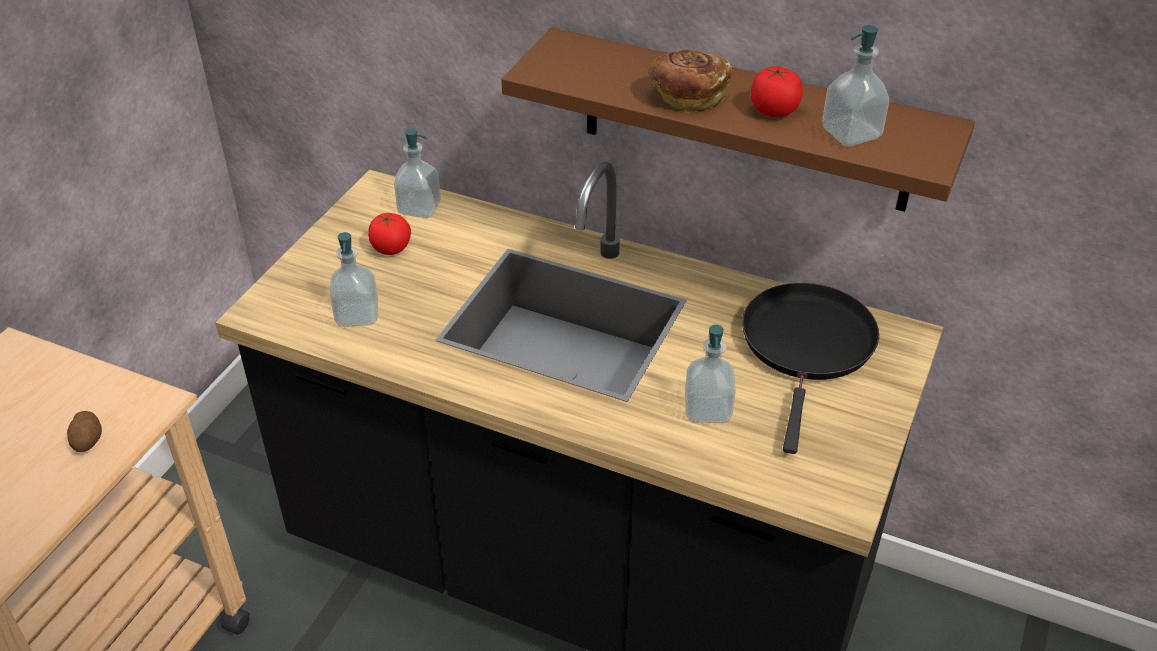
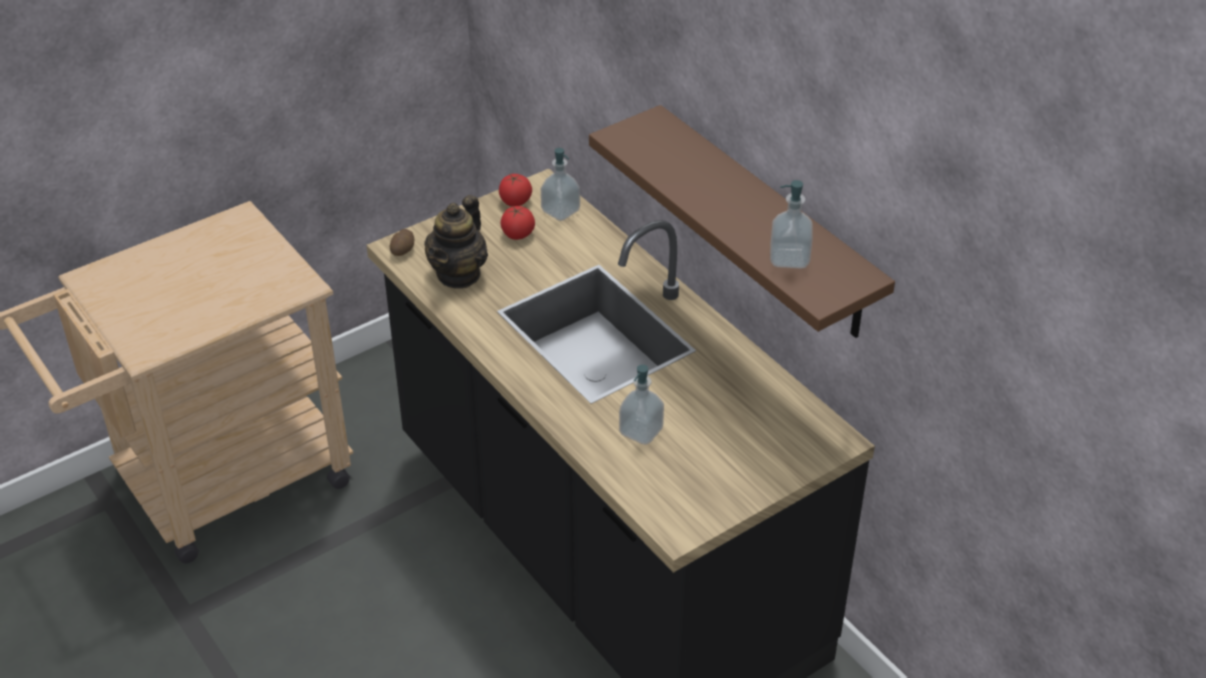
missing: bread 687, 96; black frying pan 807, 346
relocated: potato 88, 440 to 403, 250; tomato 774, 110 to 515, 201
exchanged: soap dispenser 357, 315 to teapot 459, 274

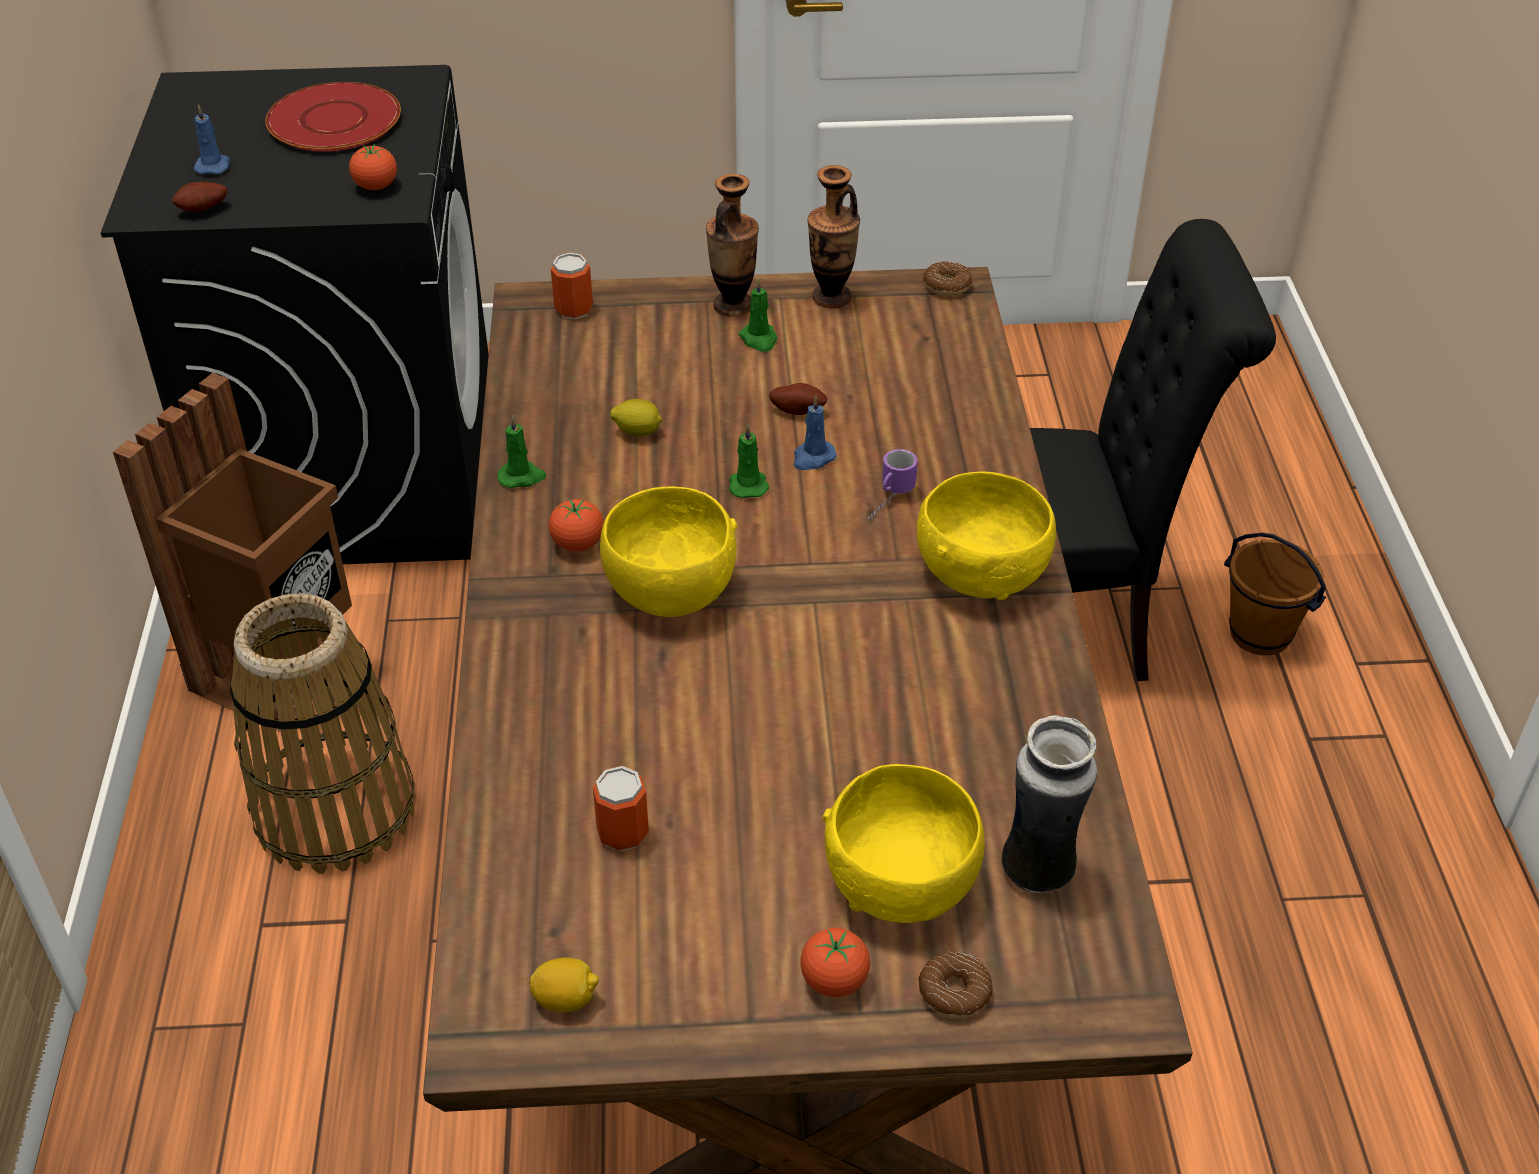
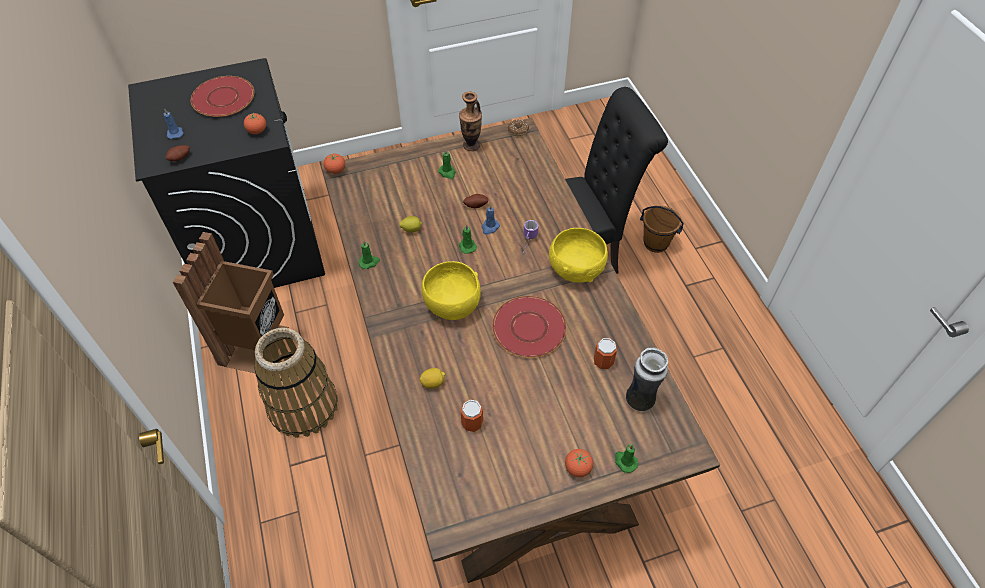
missing: vase 733, 306; yellow bowl 901, 880
appeared: red plate 529, 328
relocated: tomato 578, 544 to 336, 170; lemon 566, 999 to 433, 383; can 574, 309 to 603, 361
exchanged: donut 954, 992 to green candle 625, 461

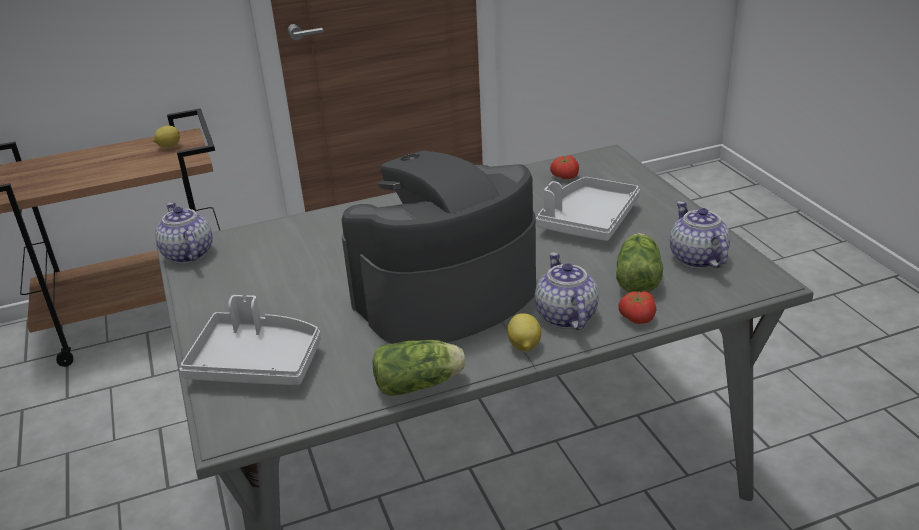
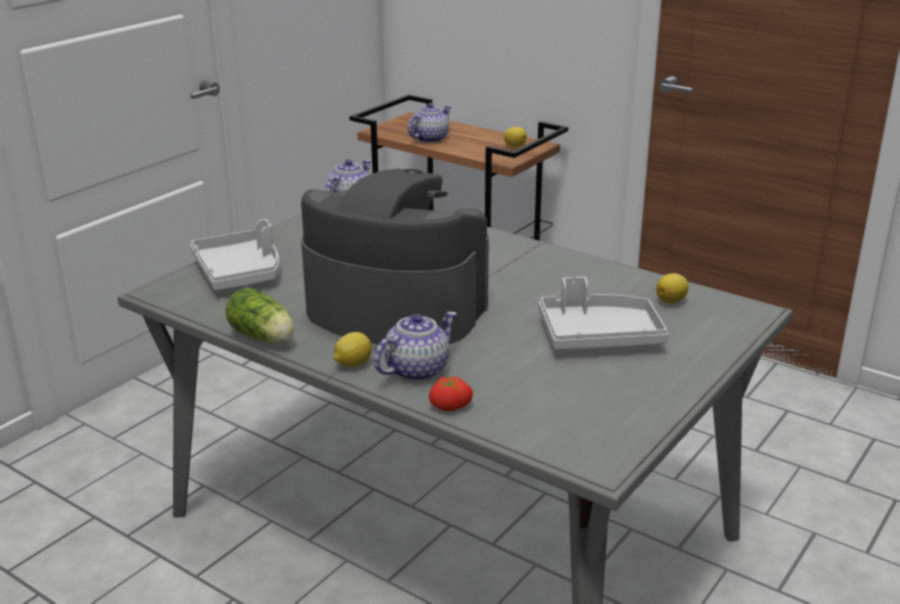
missing: lettuce 638, 277
relocated: teapot 696, 258 to 430, 138
exchanged: tomato 564, 176 to lemon 671, 301

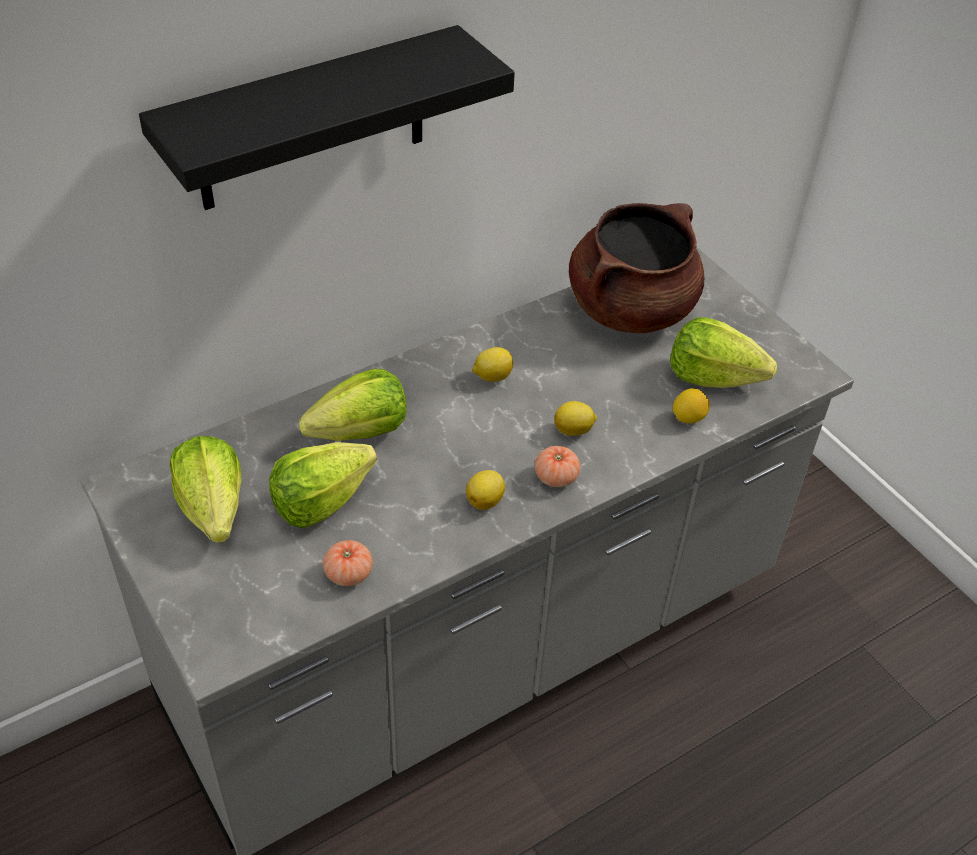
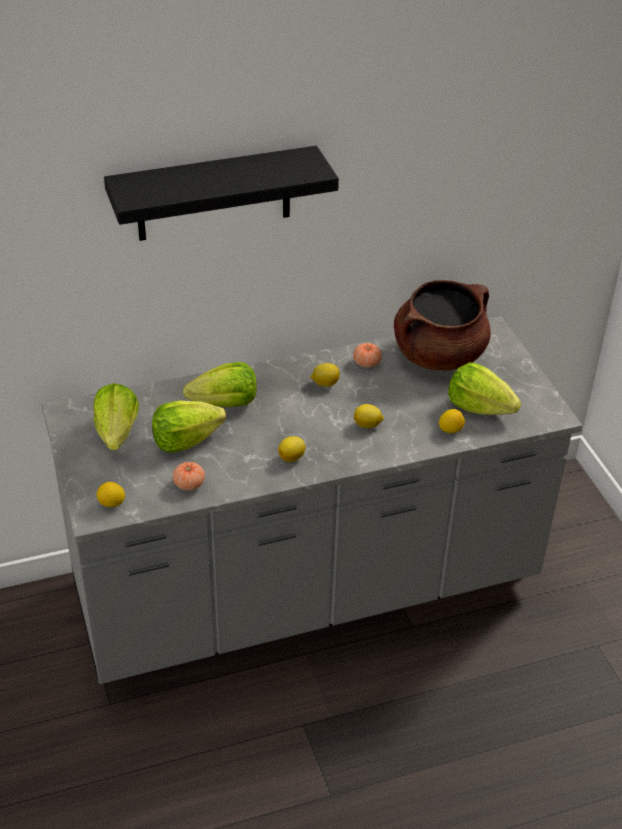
appeared: lemon 112, 504
relocated: tomato 556, 477 to 366, 363

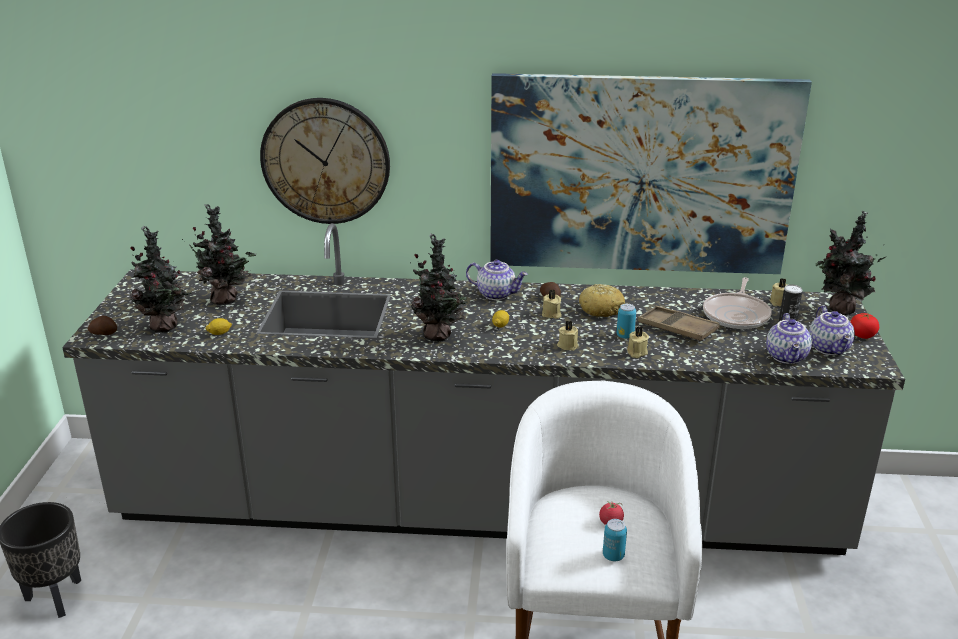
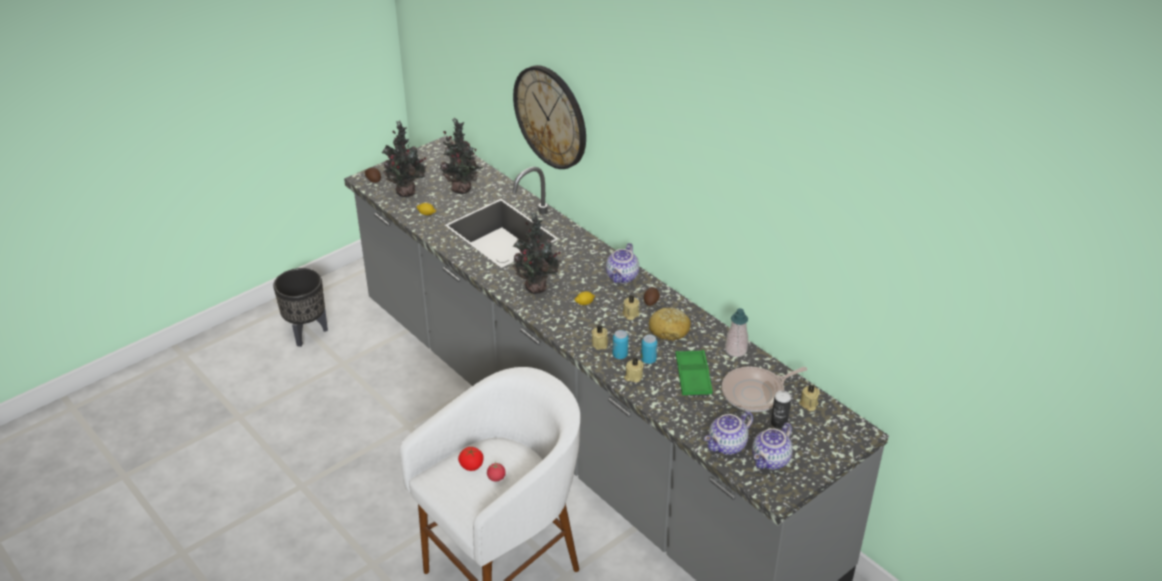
missing: picture 641, 175; potted plant 840, 310
appeared: soap dispenser 736, 350
relocated: tomato 862, 335 to 471, 465; can 613, 556 to 620, 355
colour: brown tray 677, 328 to green tray 693, 376
spun: teapot 497, 294 = 622, 277 45 degrees clockwise

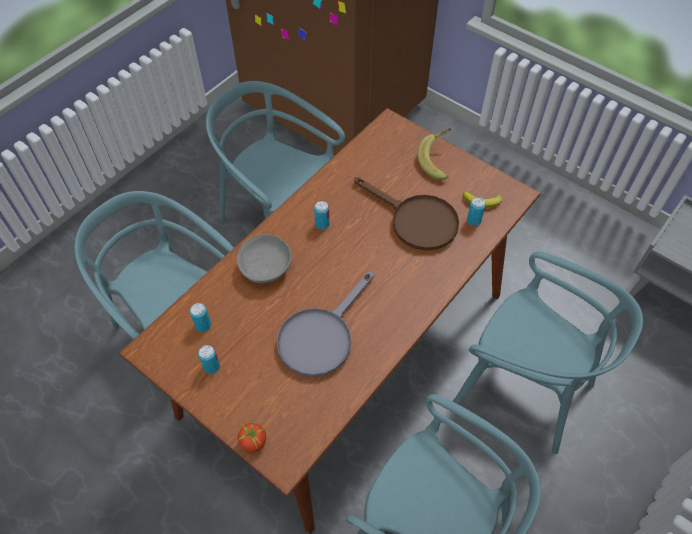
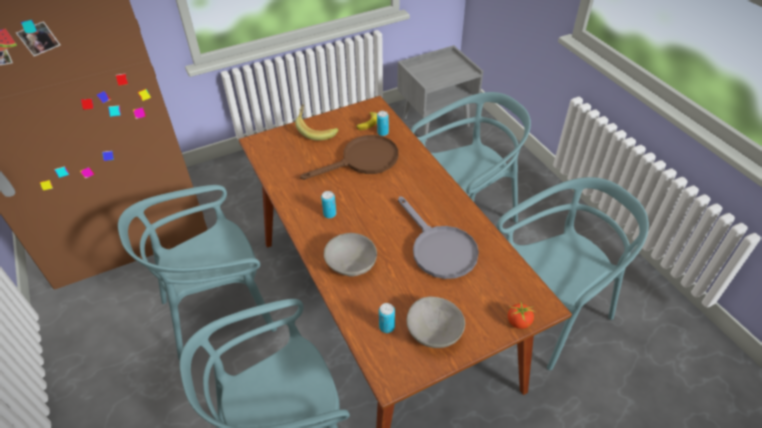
exchanged: can 211, 366 to grey bowl 433, 332

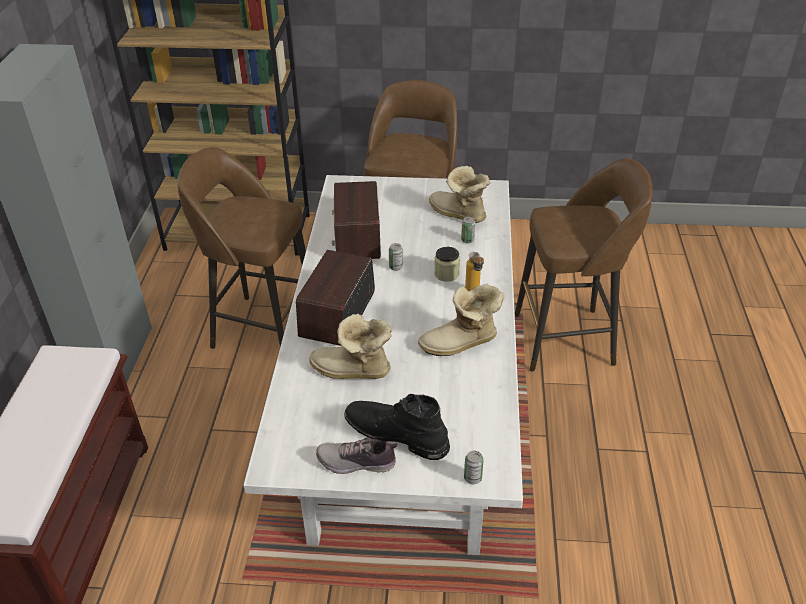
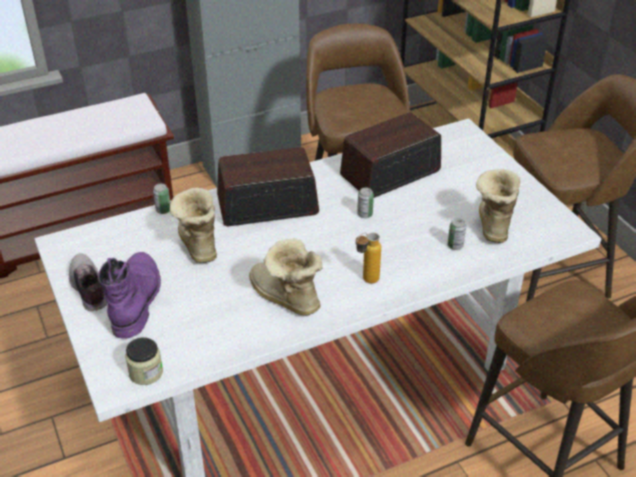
relocated: jar 446, 274 to 146, 372; can 472, 478 to 163, 210
colour: black boot 396, 433 to purple boot 136, 299

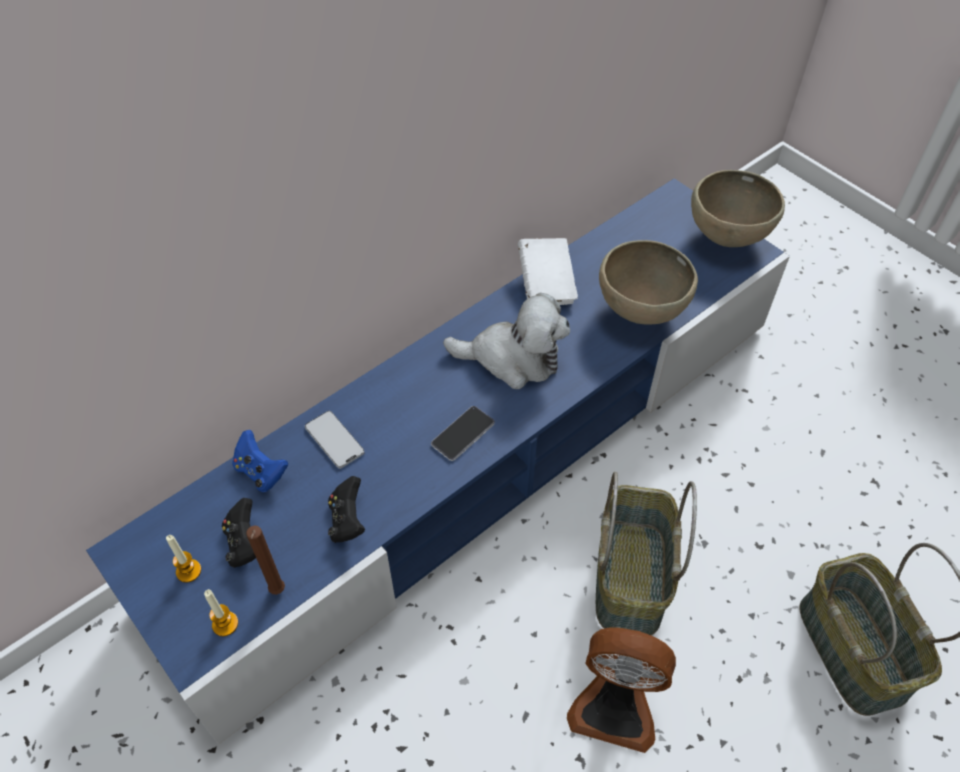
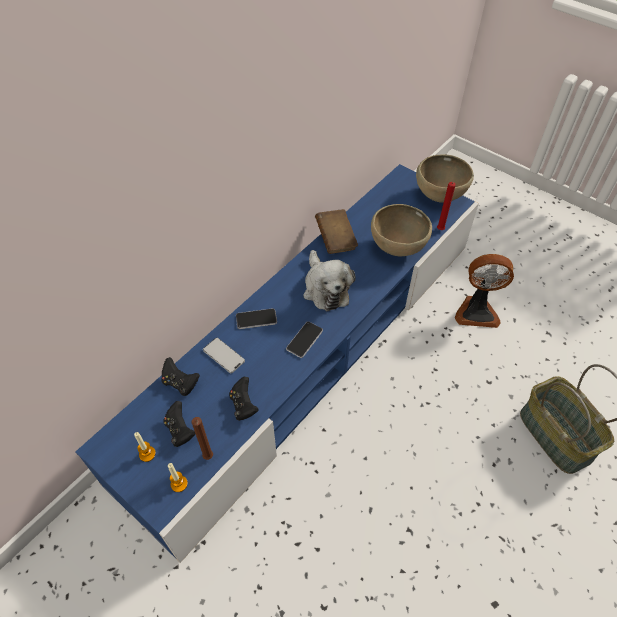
missing: basket 628, 576
appeared: phone 256, 319; red candle 440, 230
relocated: fan 615, 706 to 476, 311
colour: blue game controller 261, 472 to black game controller 180, 383; white book 546, 285 to brown book 335, 239
spun: plush toy 513, 358 = 325, 288 75 degrees clockwise

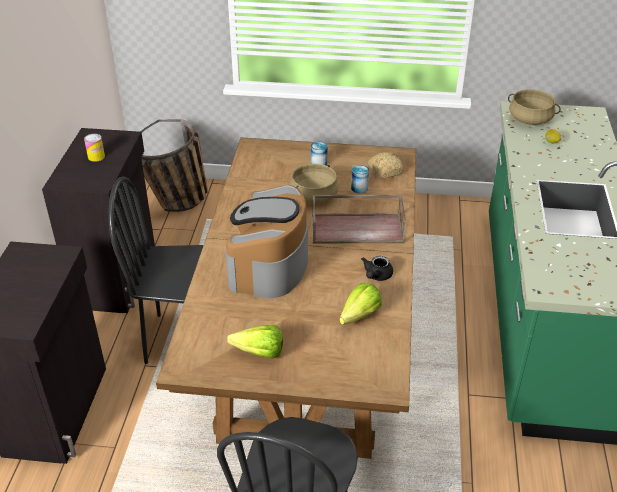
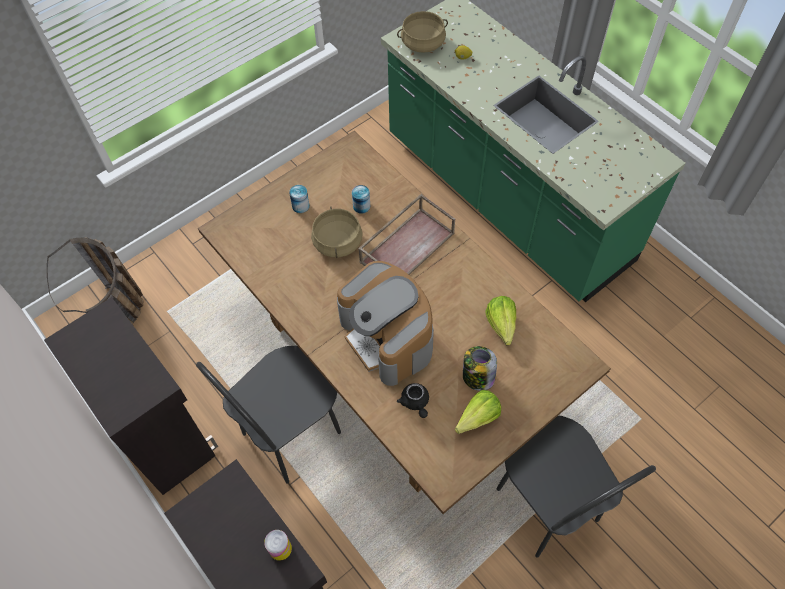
missing: bread 385, 170
appeared: jar 477, 377
relocated: can 96, 157 to 280, 548; black teapot 376, 276 to 415, 403

